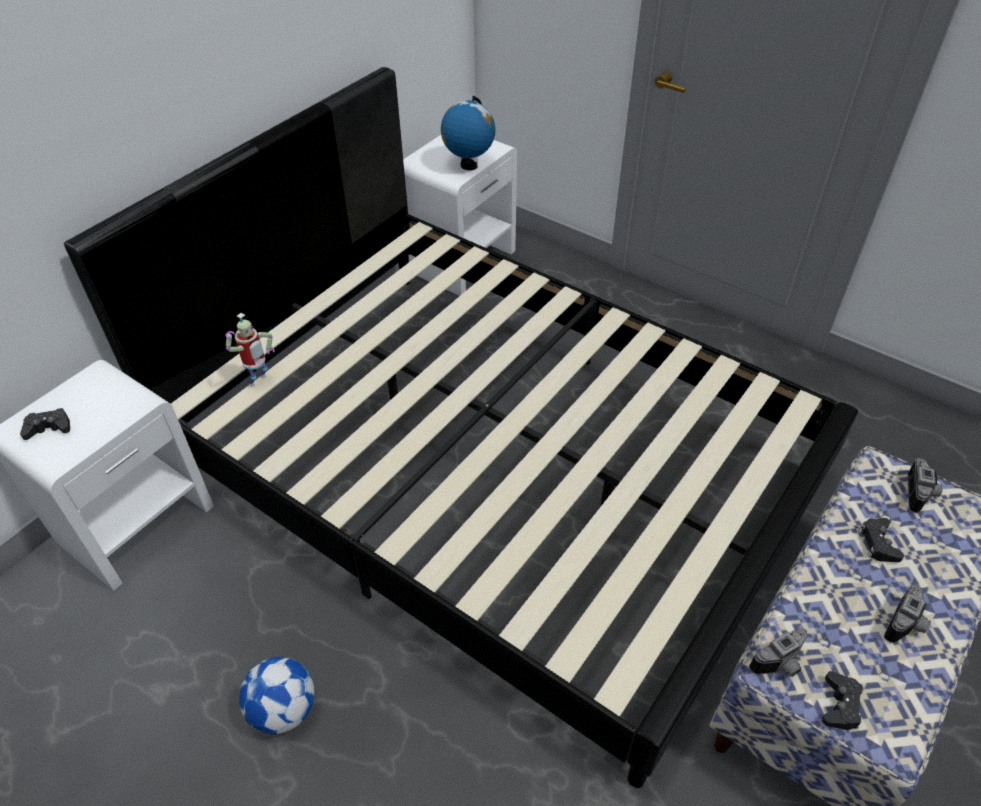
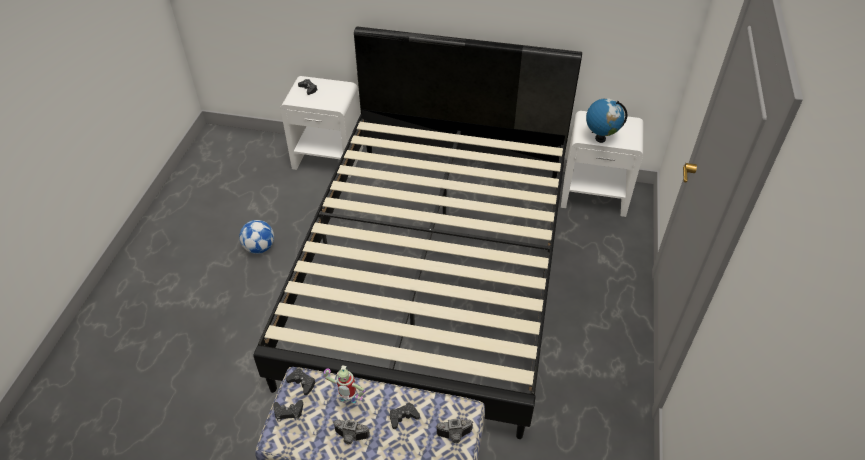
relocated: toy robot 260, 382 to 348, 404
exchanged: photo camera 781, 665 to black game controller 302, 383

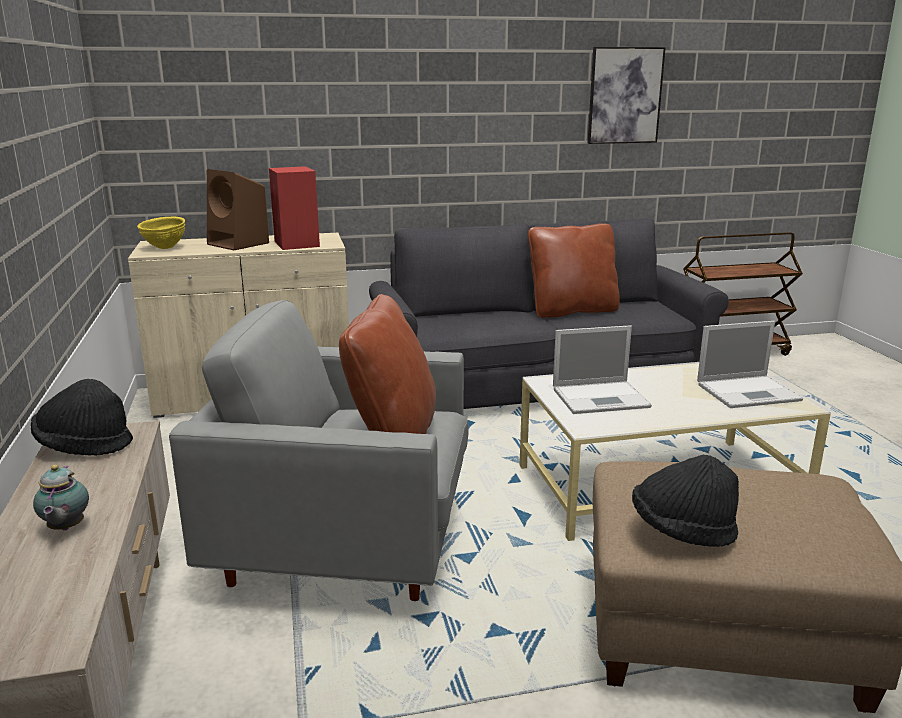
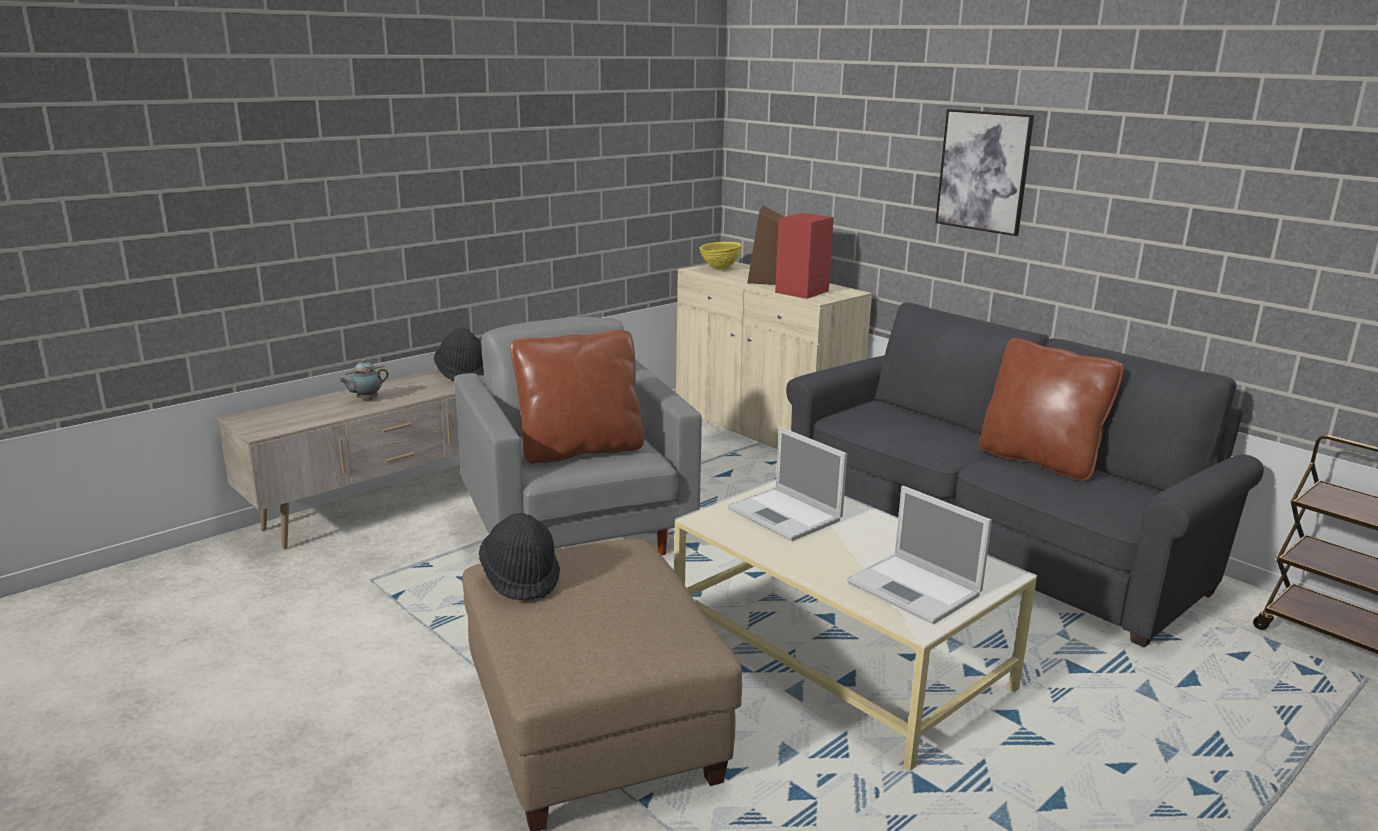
relocated: picture 625, 95 to 983, 171

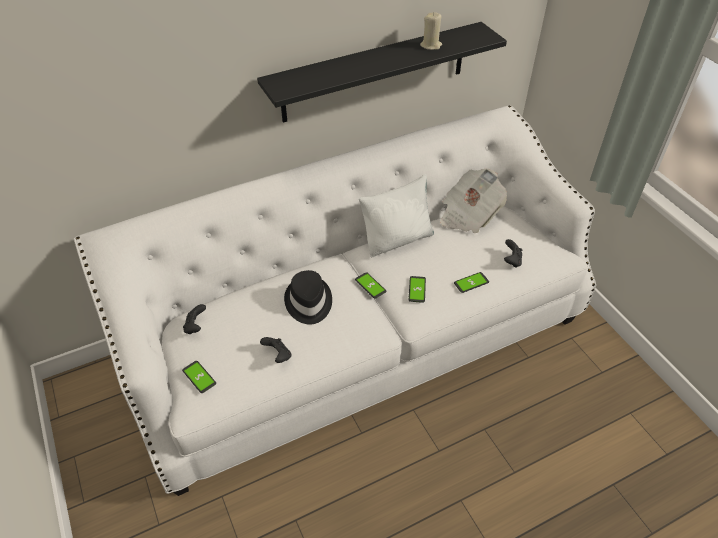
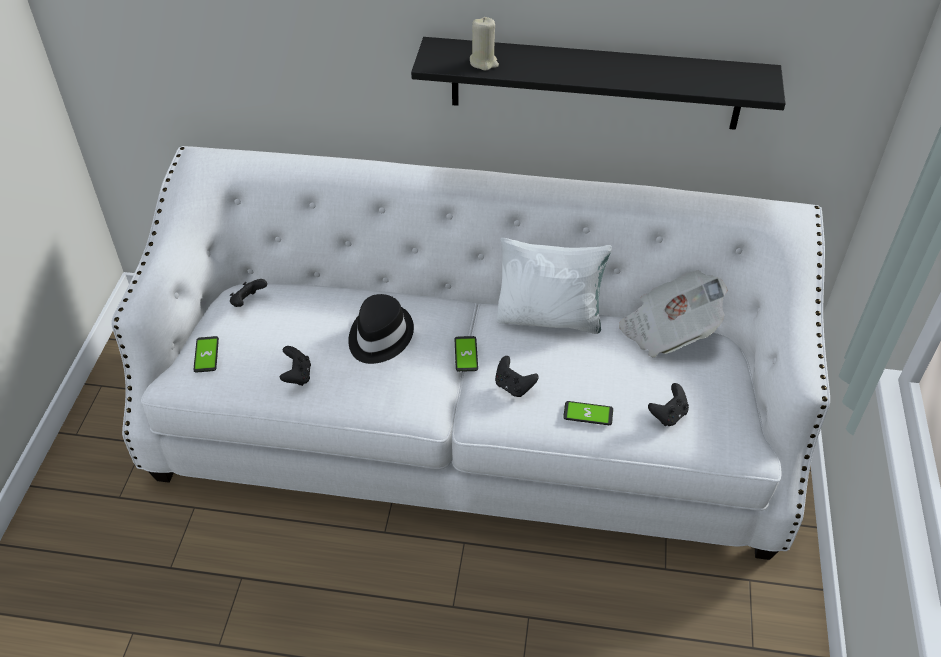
relocated: beige candle 431, 45 to 484, 62
exchanged: phone 417, 289 to black game controller 513, 386

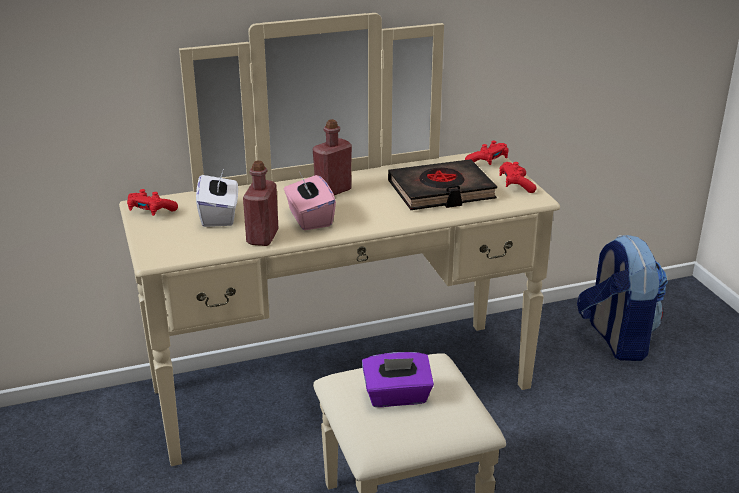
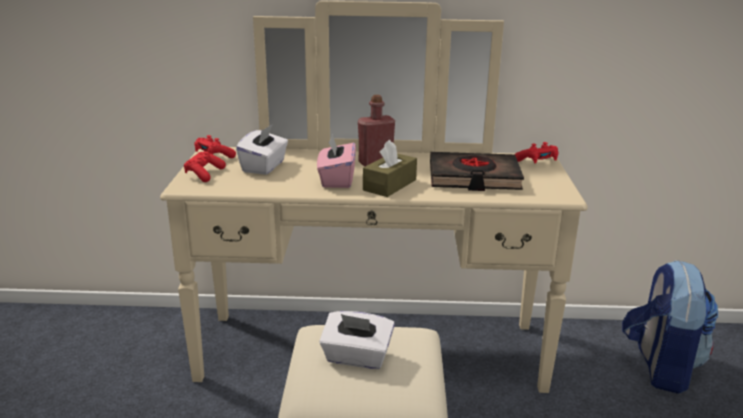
missing: red bottle 262, 237
appeared: brown tissue box 389, 185
relocated: red game controller 516, 185 to 204, 174
colour: purple tissue box 397, 397 to white tissue box 356, 357

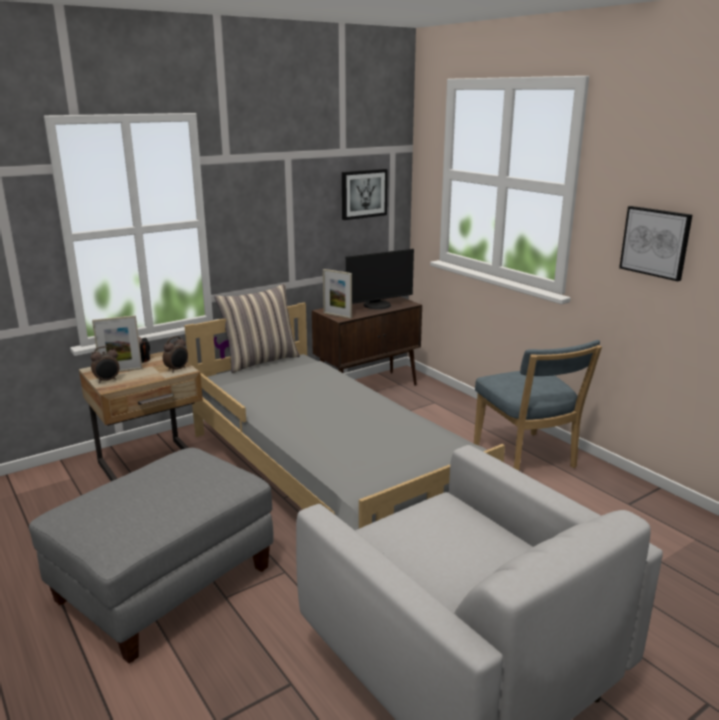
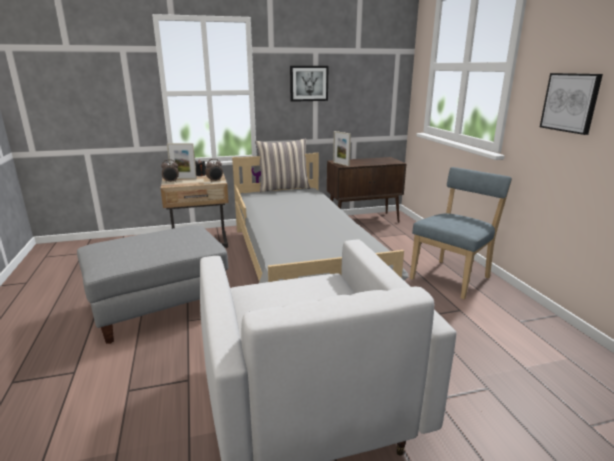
missing: monitor 378, 305
relocated: picture 363, 194 to 308, 83
spun: blue chair 526, 459 = 452, 277 135 degrees counterclockwise

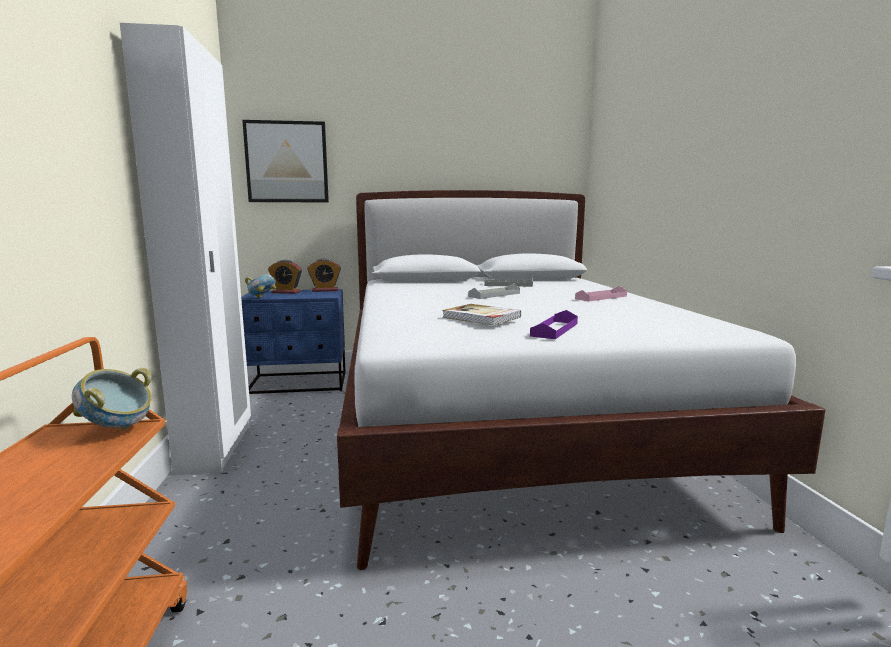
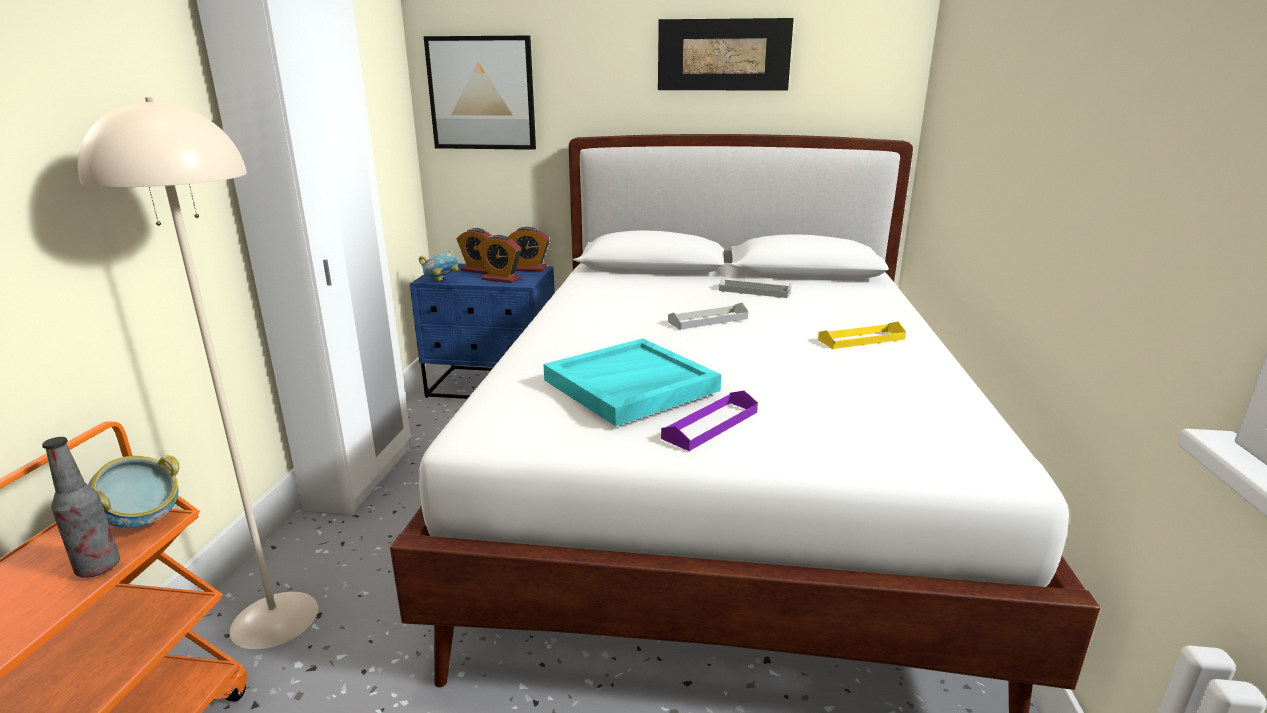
appeared: bottle 98, 568; beige floor lamp 274, 618; alarm clock 501, 279; picture 723, 55
exchanged: book 481, 317 to turquoise tray 630, 386
colour: pink tray 601, 297 to yellow tray 861, 339

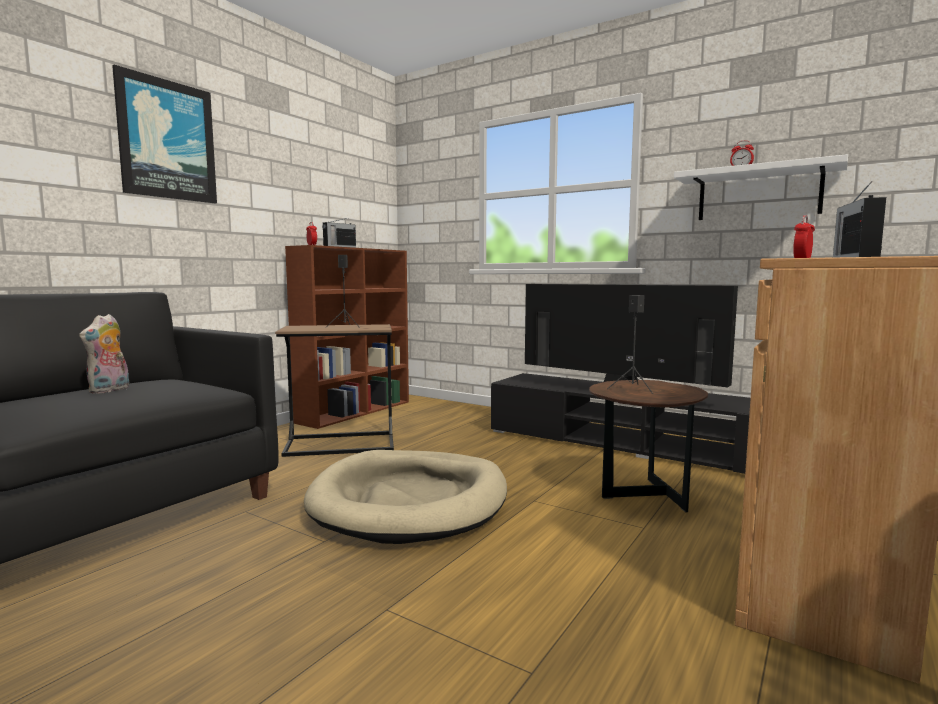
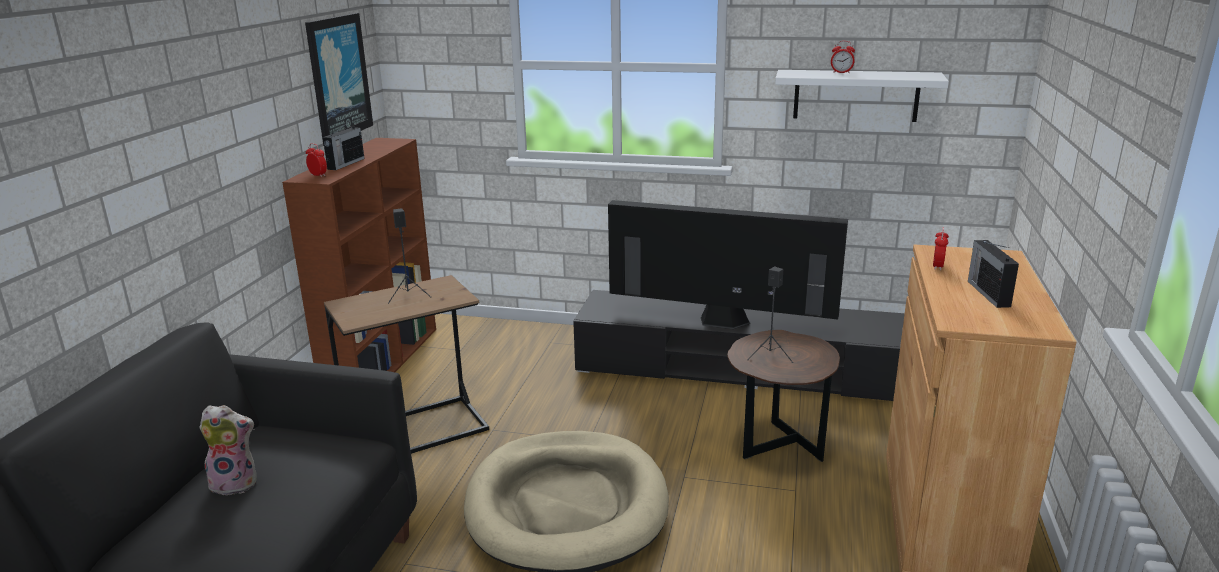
relocated: picture 167, 140 to 338, 77
spun: plush toy 110, 390 = 236, 483 90 degrees counterclockwise

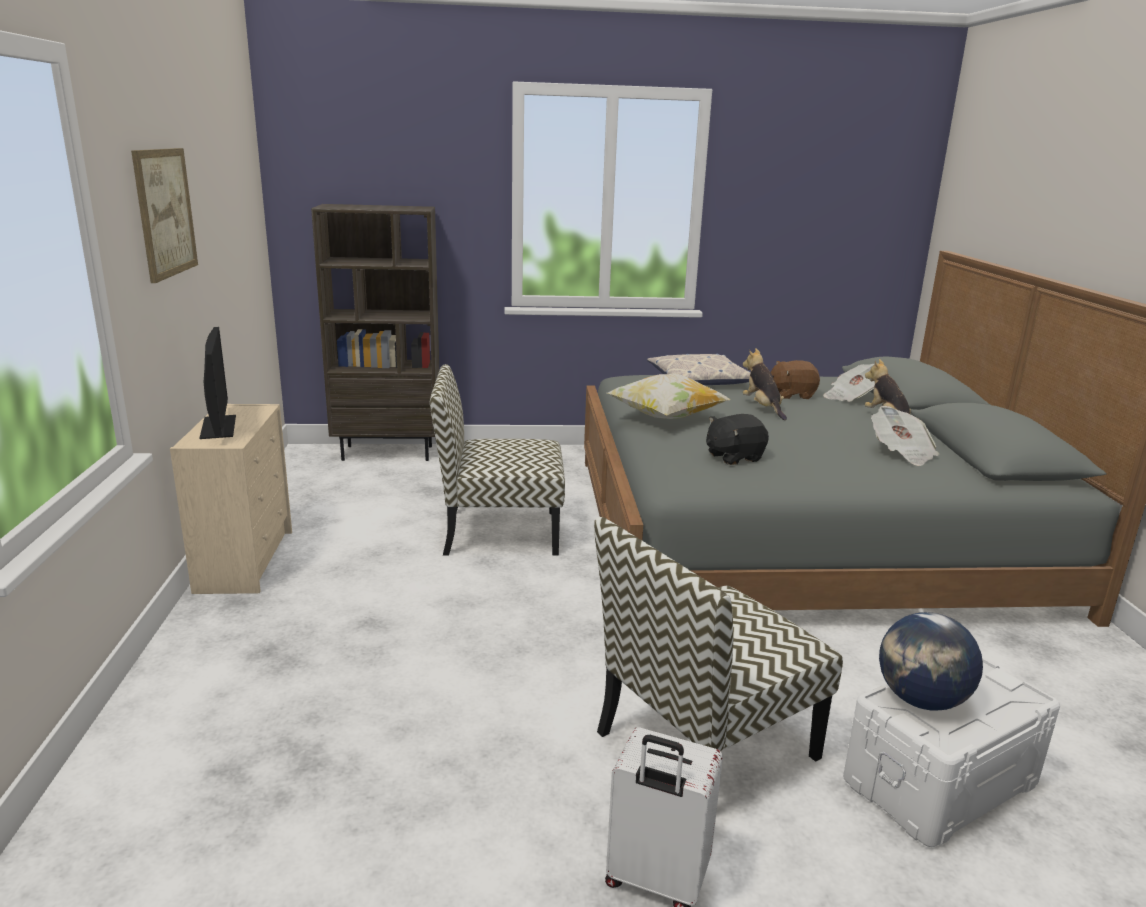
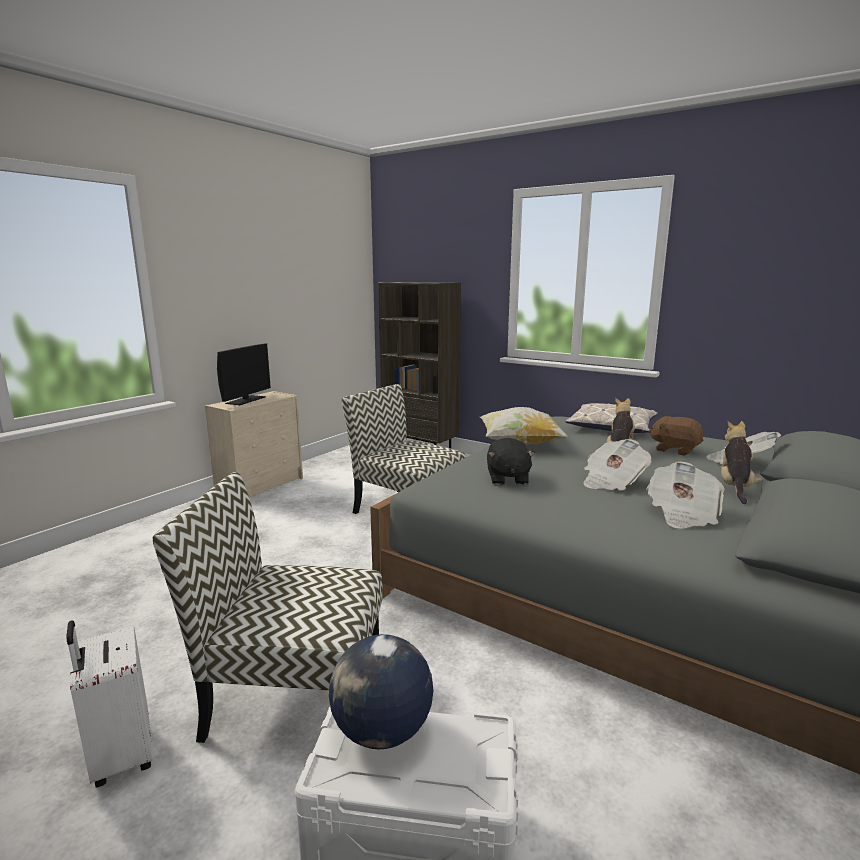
missing: picture 165, 212
appeared: newspaper 612, 481
spun: black plush toy 733, 457 = 507, 479 105 degrees counterclockwise

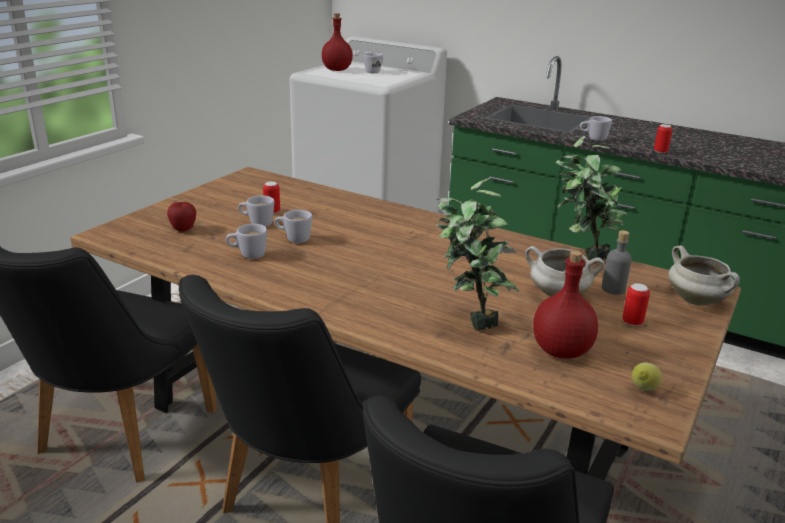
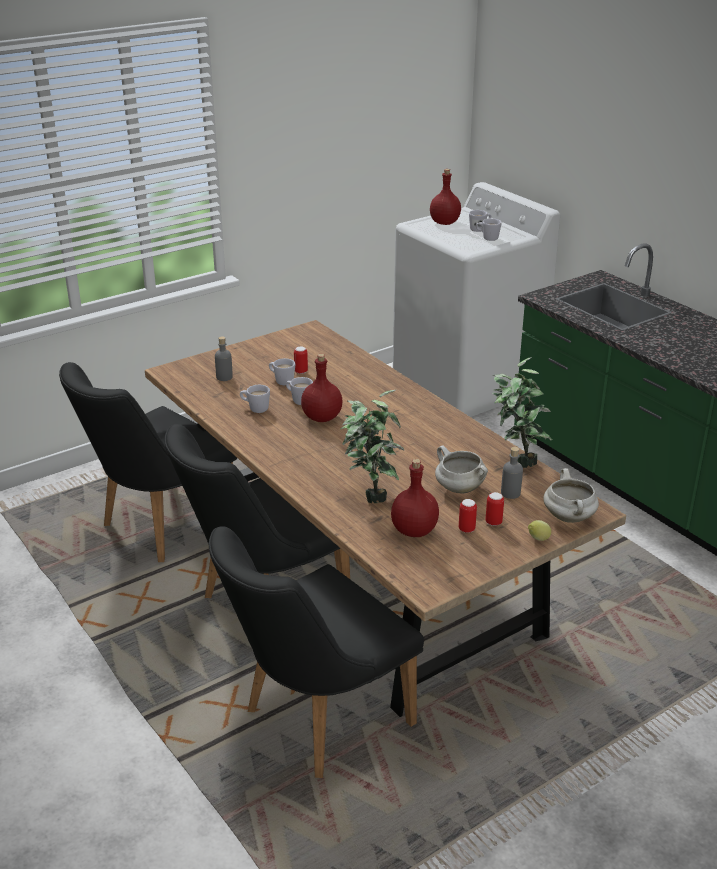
appeared: red bottle 322, 417
relocated: can 660, 152 to 466, 529; white mug 593, 139 to 487, 238; lemon 643, 390 to 537, 539
exchanged: apple 183, 230 to grey bottle 224, 377

